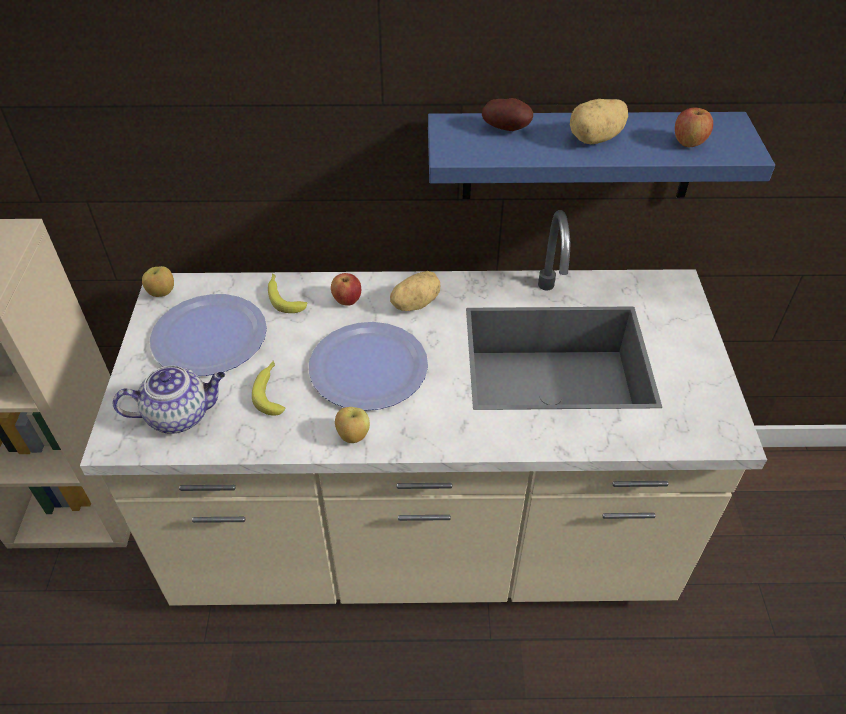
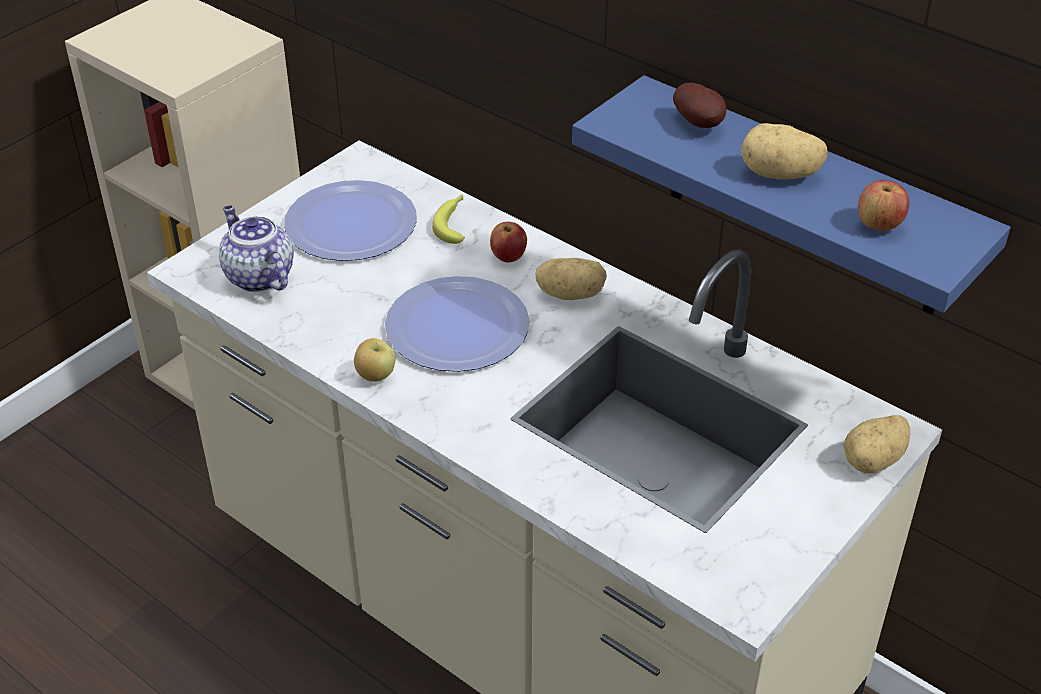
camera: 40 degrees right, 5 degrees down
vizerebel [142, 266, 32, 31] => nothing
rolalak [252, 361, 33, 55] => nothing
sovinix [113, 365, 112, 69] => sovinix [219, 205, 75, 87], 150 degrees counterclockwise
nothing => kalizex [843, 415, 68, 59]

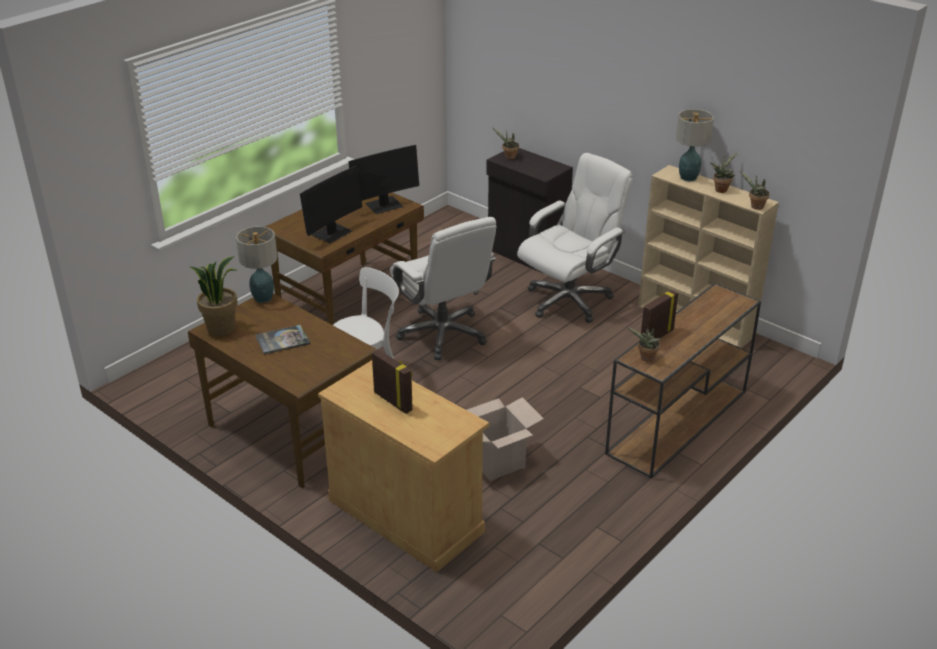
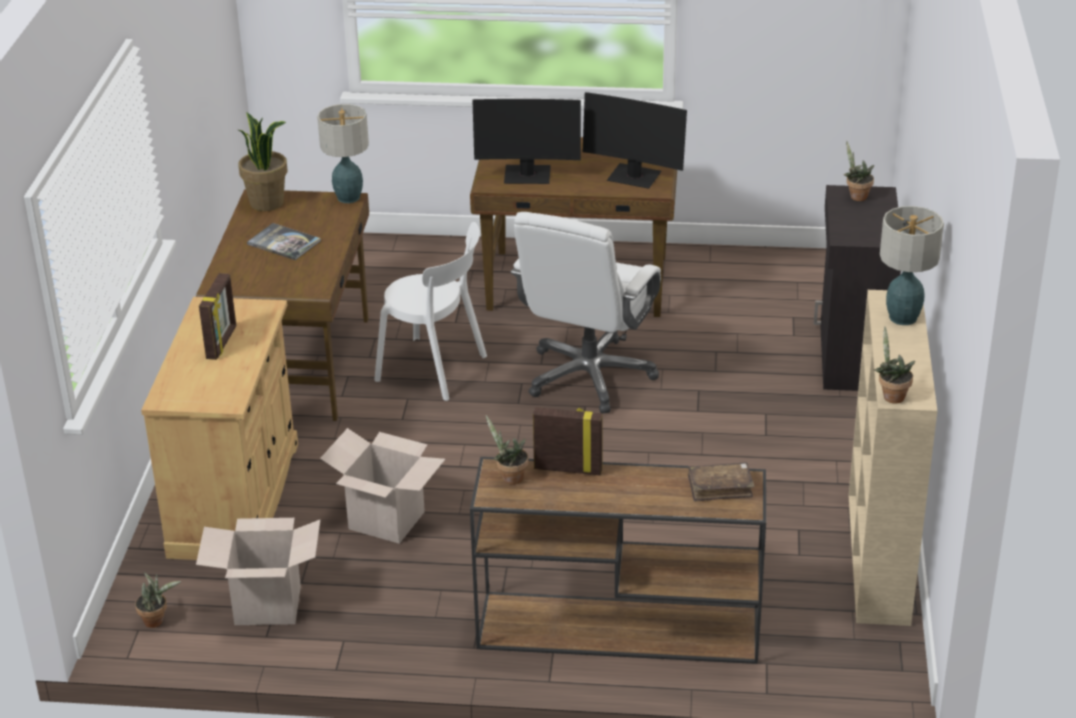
camera: 55 degrees right, 0 degrees up
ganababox [710, 152, 28, 41] => ganababox [135, 572, 46, 56], shifted
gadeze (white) [517, 153, 116, 170] => nothing
nothing => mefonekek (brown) [688, 462, 66, 40]
nothing => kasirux [196, 518, 124, 107]

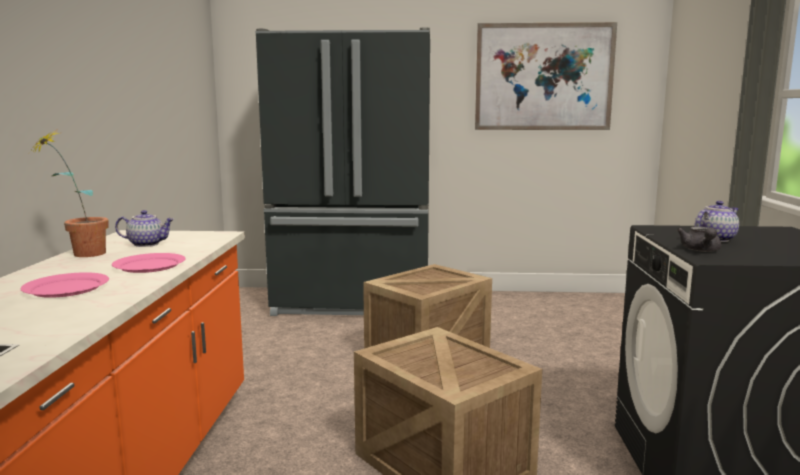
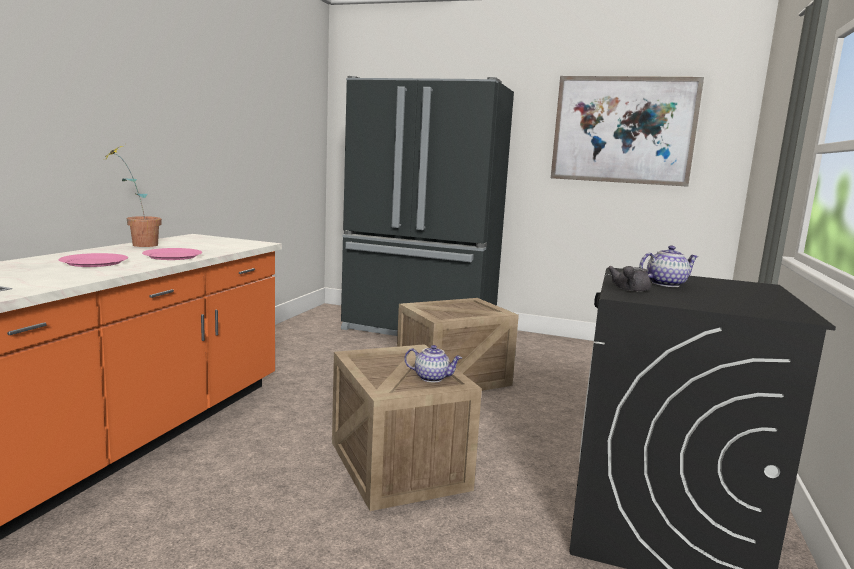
camera: 15 degrees right, 0 degrees up
sovinix [115, 210, 59, 37] => sovinix [405, 345, 57, 37], shifted

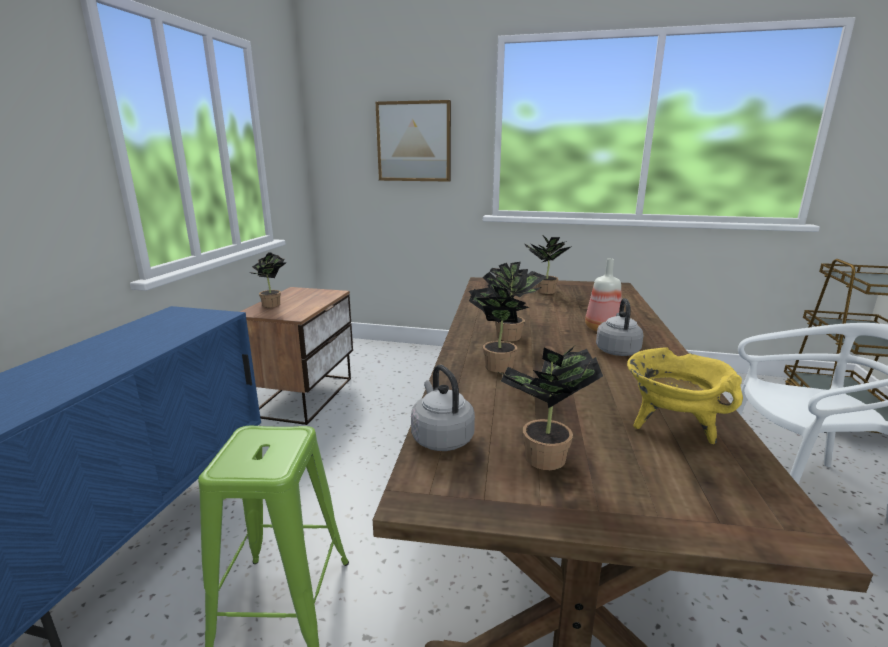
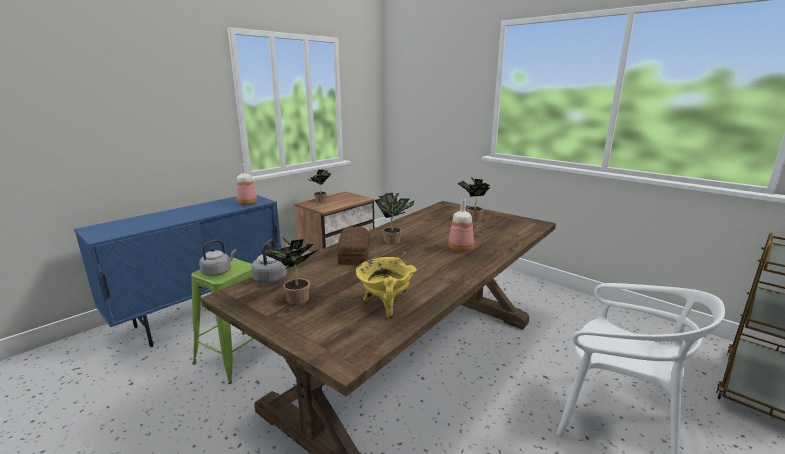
camera: 30 degrees right, 0 degrees up
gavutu [376, 100, 75, 82] => nothing
ganababox [469, 280, 61, 93] => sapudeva [337, 226, 33, 39]
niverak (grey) [596, 298, 47, 58] => niverak (grey) [199, 240, 37, 36], shifted
nothing => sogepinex [237, 164, 20, 41]

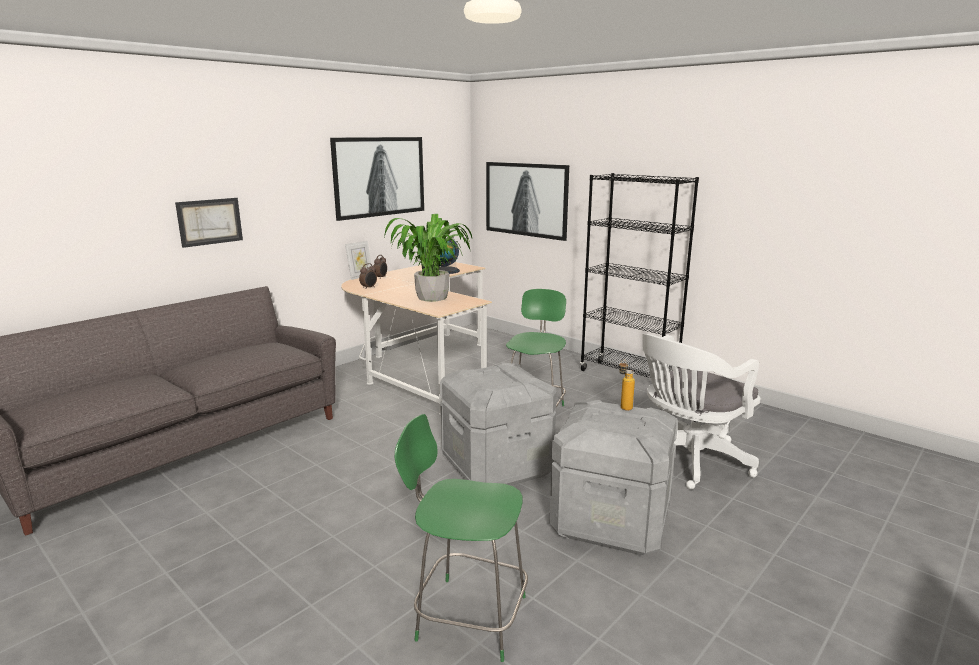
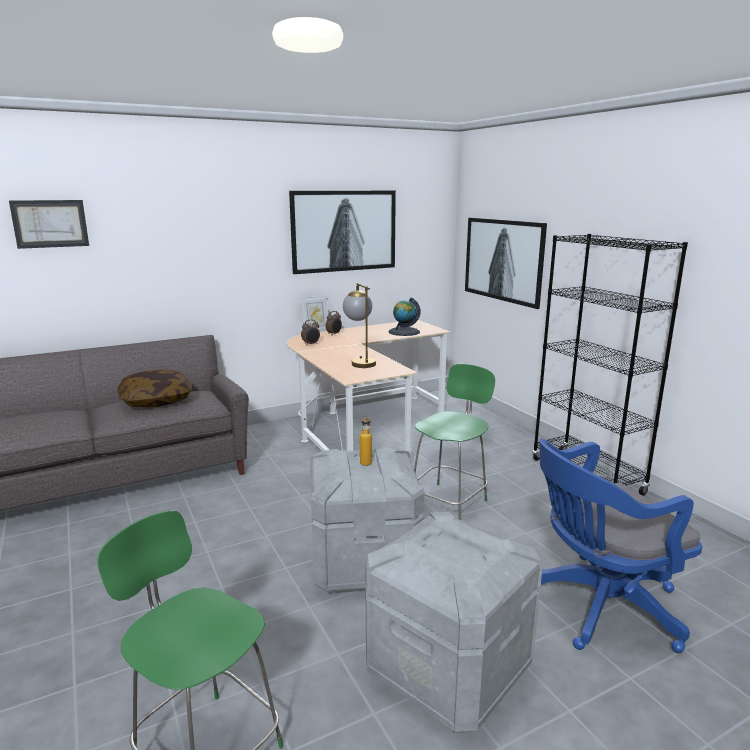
camera: 20 degrees right, 0 degrees up
gavutu [175, 198, 68, 50] => gavutu [9, 200, 80, 49], shifted
ganababox [384, 214, 88, 88] => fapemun [343, 283, 33, 85]
gadeze (white) [642, 334, 118, 156] => gadeze (blue) [539, 439, 163, 214]
sogepinex [619, 359, 16, 52] => sogepinex [360, 418, 12, 48], shifted
nothing => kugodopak [117, 369, 75, 38]

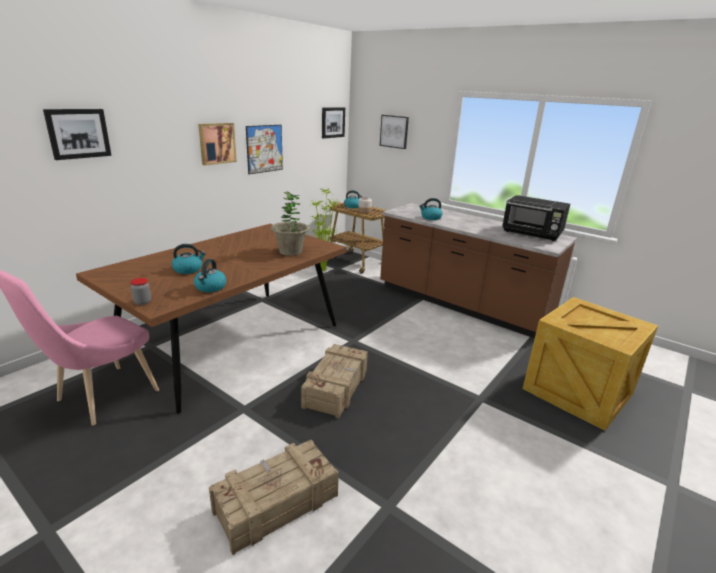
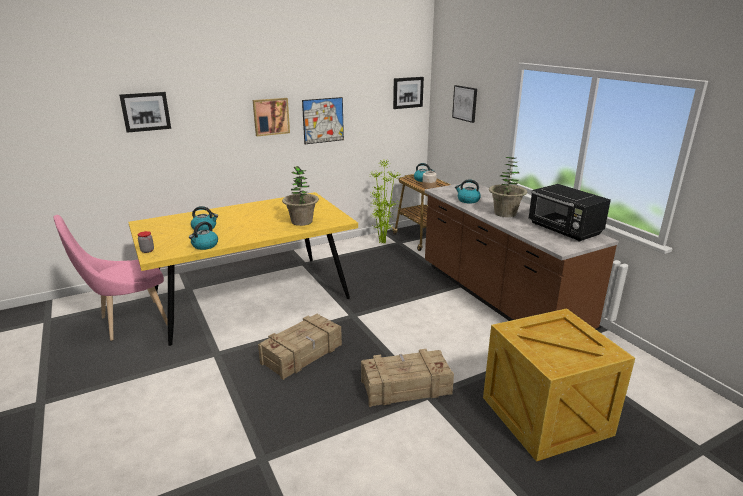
camera: 25 degrees right, 0 degrees up
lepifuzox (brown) [76, 224, 271, 189] => lepifuzox (yellow) [128, 192, 230, 154]
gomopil [209, 440, 130, 115] => gomopil [361, 349, 93, 58], shifted
nothing => ganababox [489, 157, 39, 60]

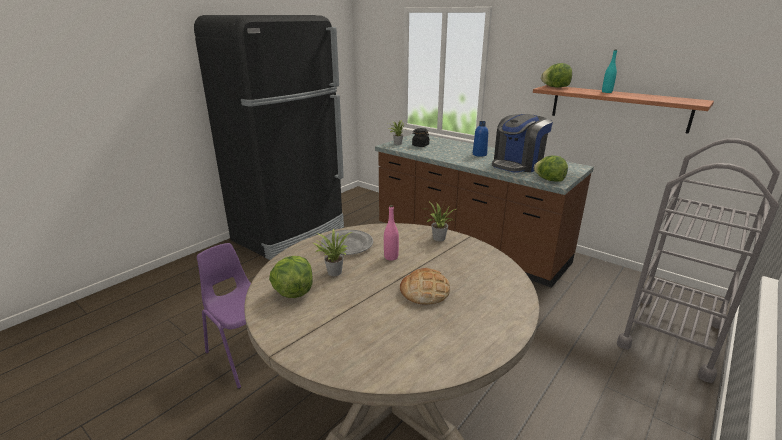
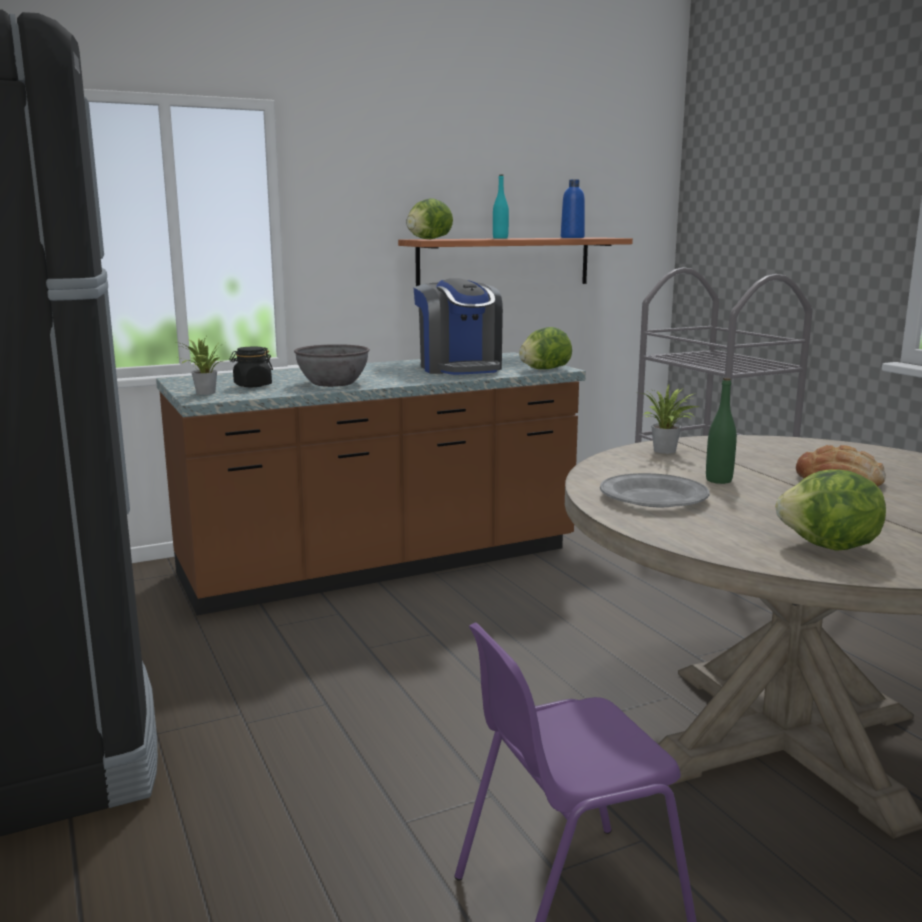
camera: 65 degrees left, 10 degrees down
sogepinex (blue) [473, 121, 15, 36] => sogepinex (blue) [561, 180, 24, 58], shifted
sogepinex (pink) [384, 205, 15, 55] => sogepinex (green) [706, 378, 31, 106]
ganababox [313, 228, 39, 48] => nothing
nothing => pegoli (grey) [294, 344, 76, 43]

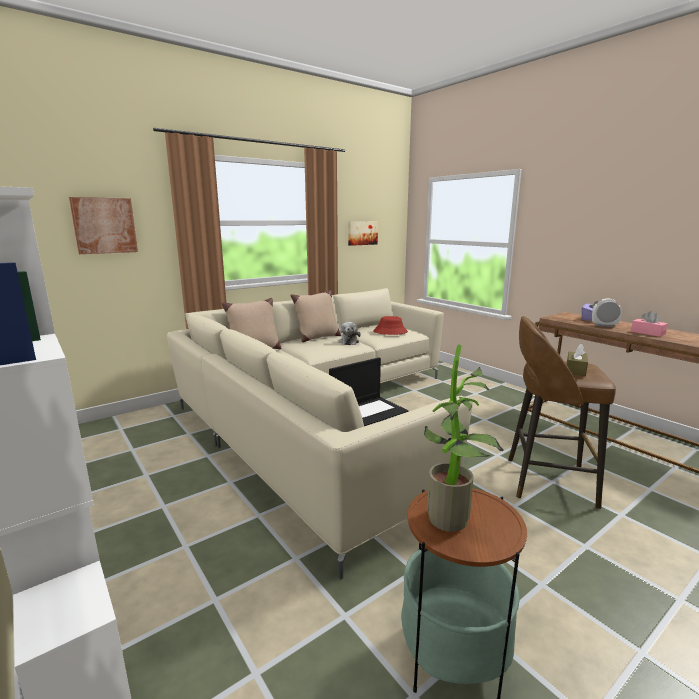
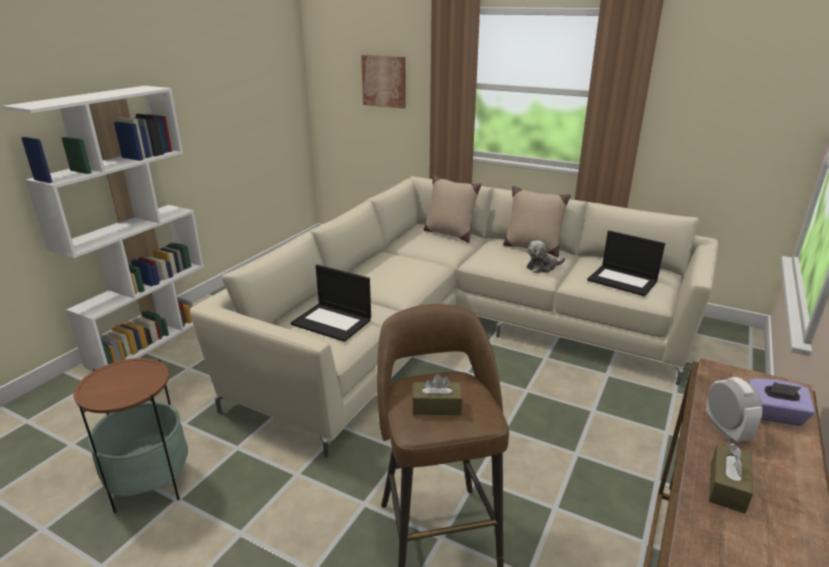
camera: 65 degrees right, 10 degrees up
gavutu [348, 221, 30, 25] => nothing
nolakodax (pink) [631, 311, 37, 26] => nolakodax (brown) [709, 443, 44, 70]
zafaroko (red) [373, 316, 35, 19] => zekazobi [587, 231, 78, 66]
ganababox [424, 344, 80, 188] => nothing

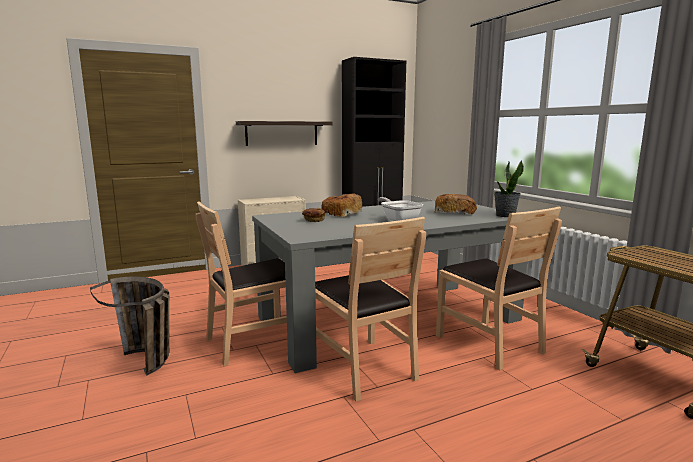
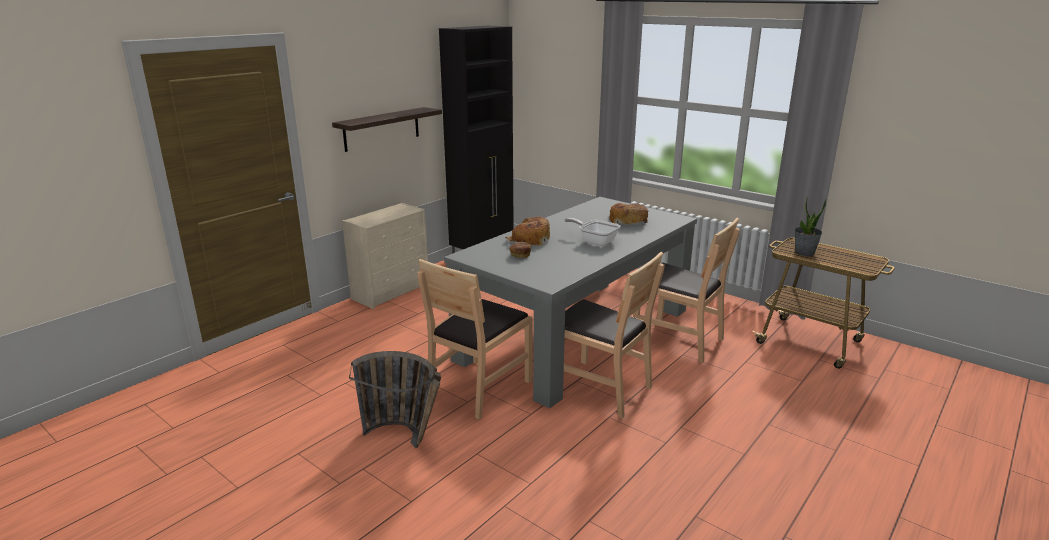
camera: 25 degrees left, 10 degrees up
ganababox [494, 160, 30, 57] => ganababox [795, 198, 31, 58], shifted

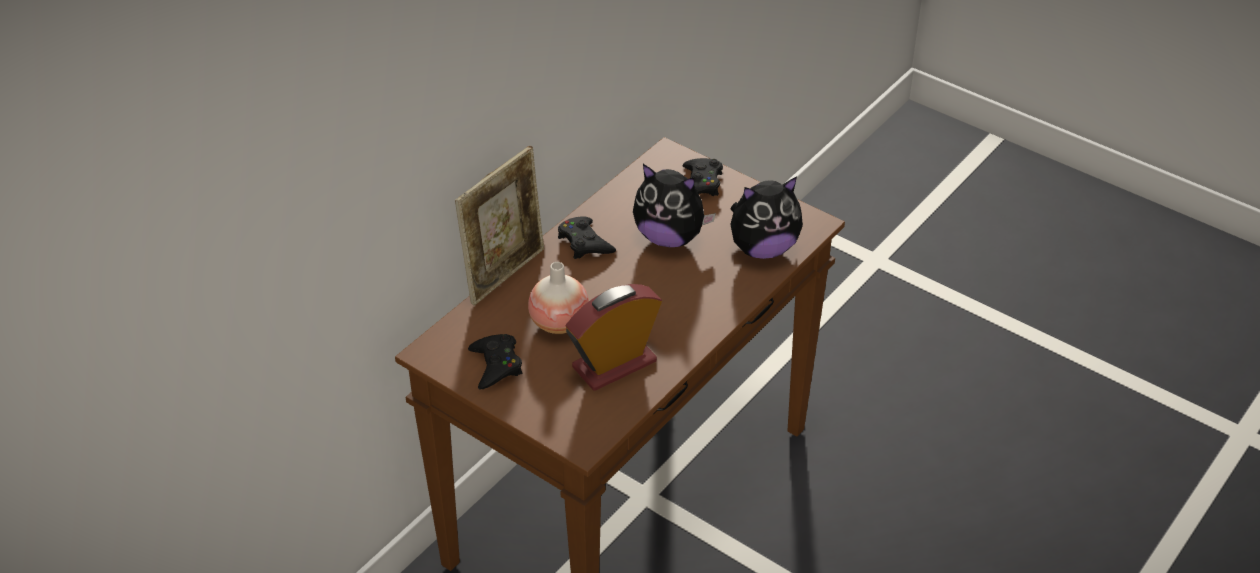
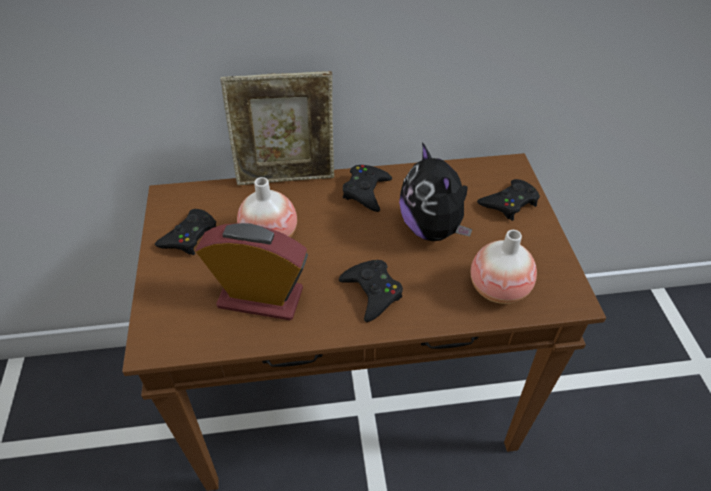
camera: 45 degrees right, 5 degrees up
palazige [730, 176, 73, 83] => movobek [471, 230, 66, 74]
nothing => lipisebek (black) [339, 260, 64, 62]

